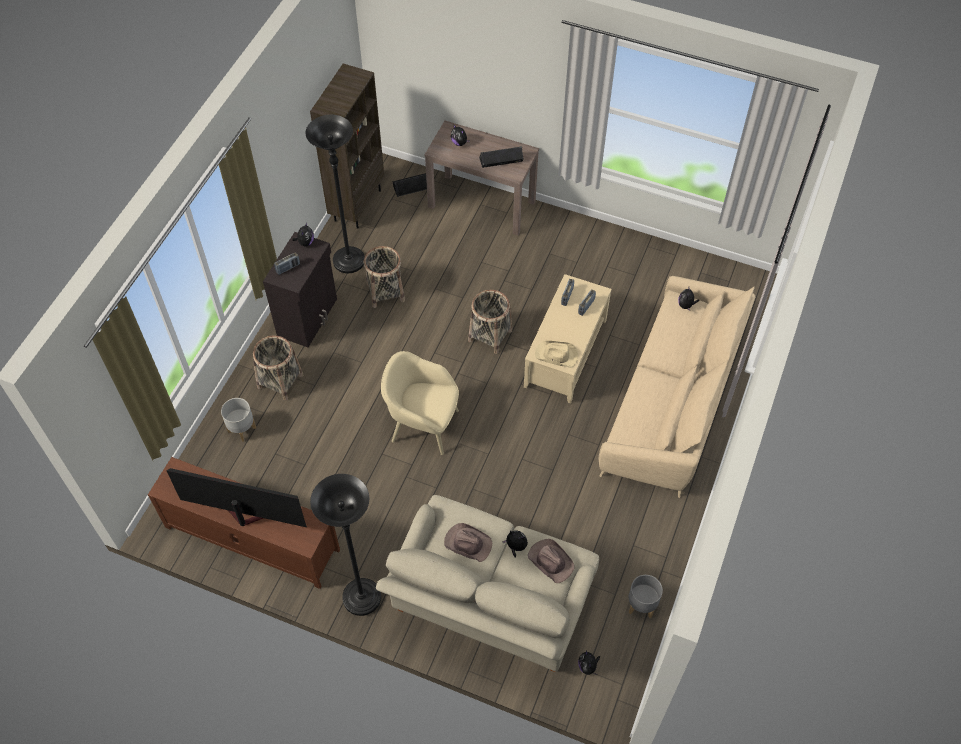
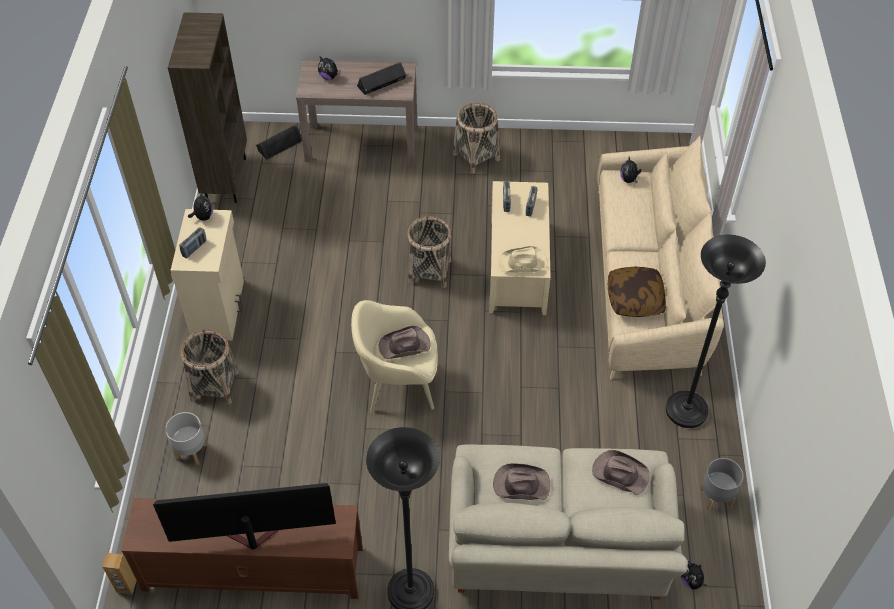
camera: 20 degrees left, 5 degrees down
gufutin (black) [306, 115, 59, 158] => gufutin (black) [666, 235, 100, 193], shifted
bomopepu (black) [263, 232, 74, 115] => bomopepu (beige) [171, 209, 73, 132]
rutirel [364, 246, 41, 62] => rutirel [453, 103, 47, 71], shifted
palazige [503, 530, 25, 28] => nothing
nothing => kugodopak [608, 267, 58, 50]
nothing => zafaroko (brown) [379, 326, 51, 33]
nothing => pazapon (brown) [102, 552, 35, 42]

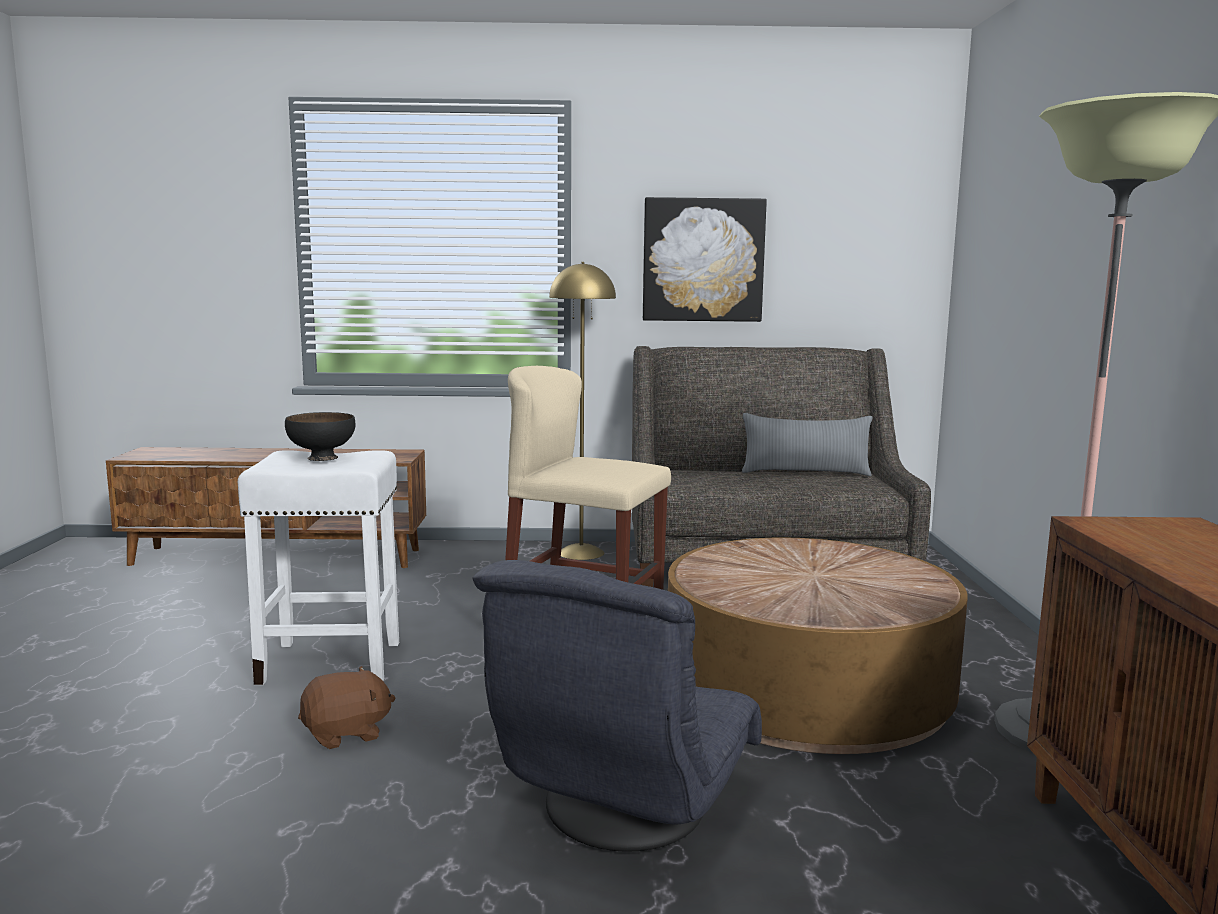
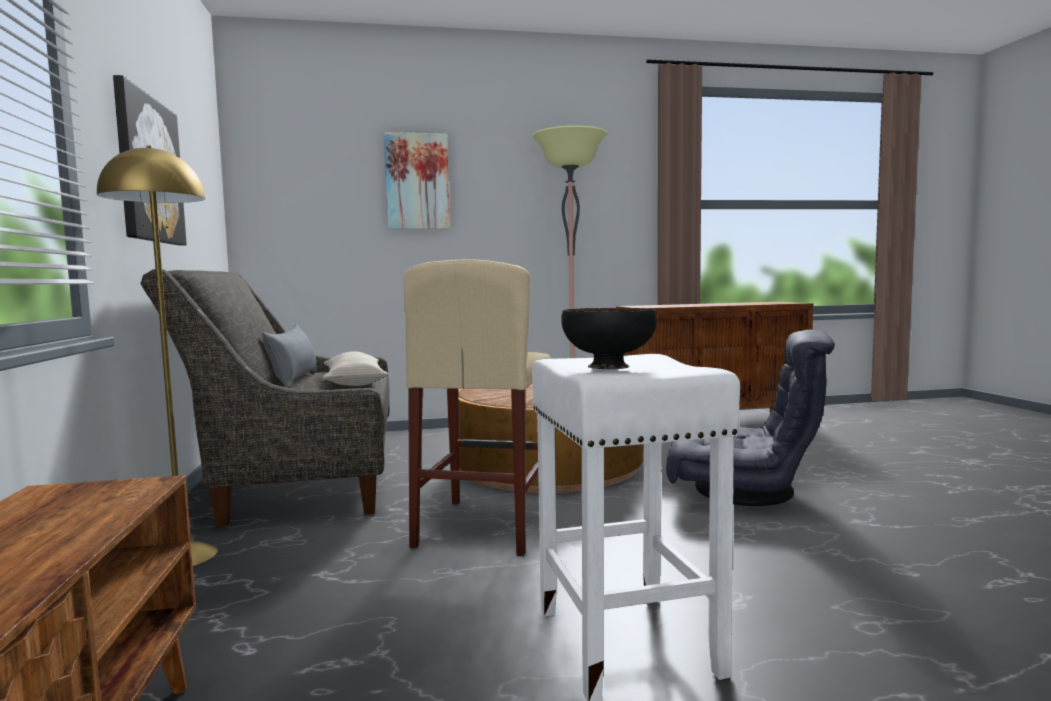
camera: 100 degrees left, 5 degrees down
palazige (brown) [298, 666, 97, 83] => nothing
nothing => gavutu [384, 132, 66, 98]
nothing => kugodopak (beige) [323, 351, 65, 35]

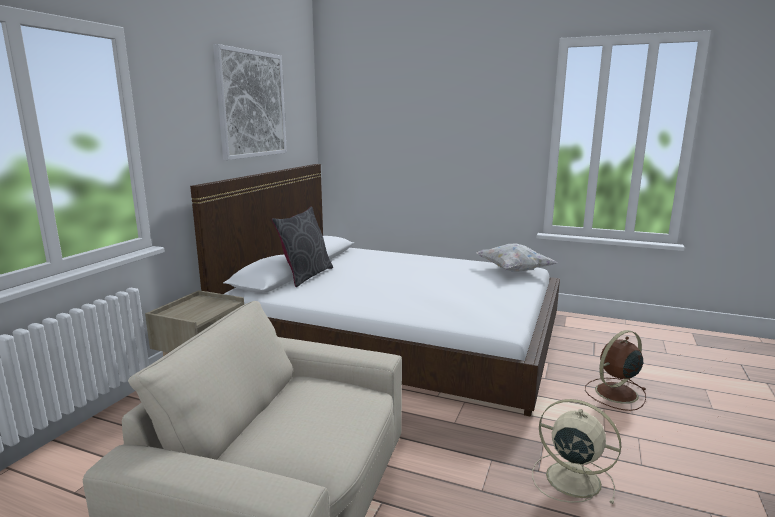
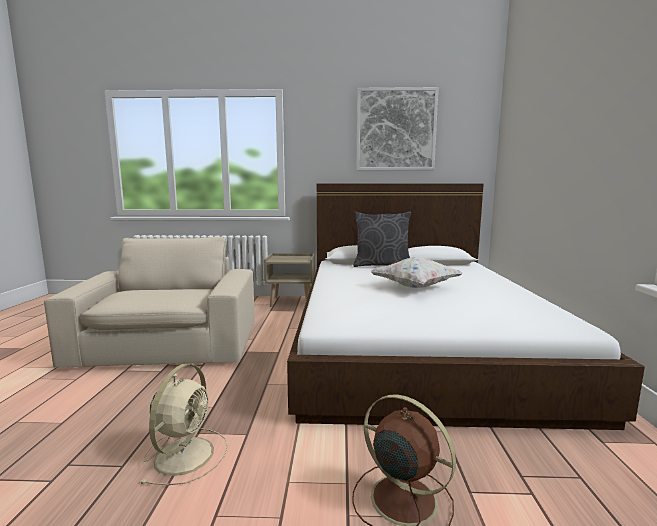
camera: 70 degrees right, 5 degrees down
kugodopak (white) [476, 244, 81, 28] => kugodopak (white) [370, 257, 93, 31], shifted

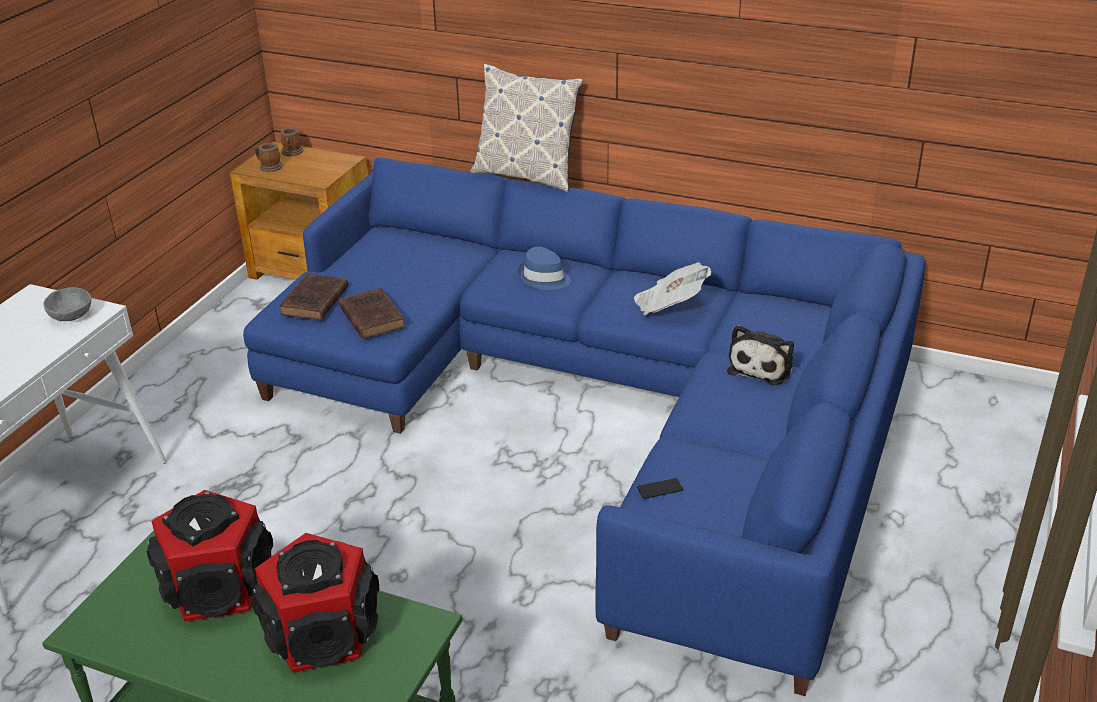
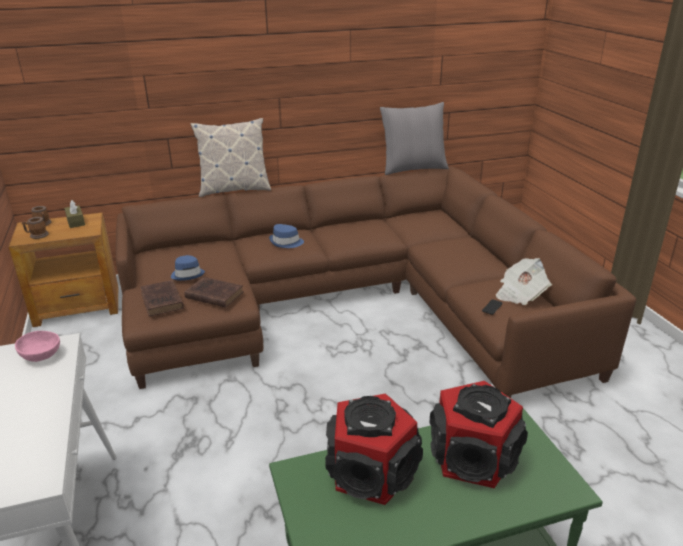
camera: 40 degrees left, 5 degrees down
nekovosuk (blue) [243, 158, 682, 538] => nekovosuk (brown) [116, 166, 520, 232]
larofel [634, 262, 77, 53] => larofel [496, 258, 56, 47], shifted
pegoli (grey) [43, 287, 48, 34] => pegoli (pink) [15, 331, 45, 31]
palazige [727, 325, 67, 60] => nothing
nothing => kugodopak (grey) [380, 102, 69, 73]
nothing => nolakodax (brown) [64, 200, 21, 28]
nothing => zafaroko (blue) [171, 255, 34, 26]

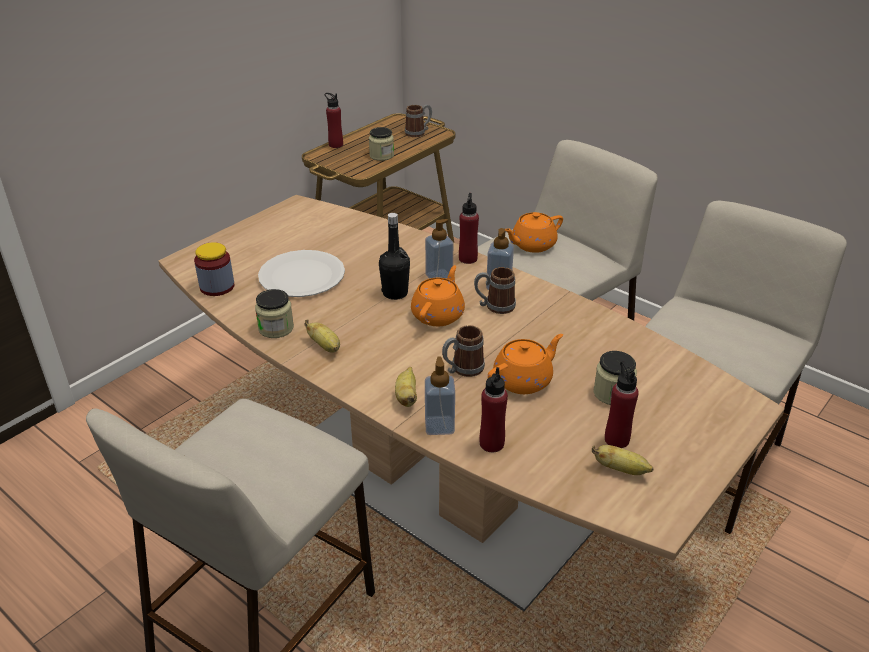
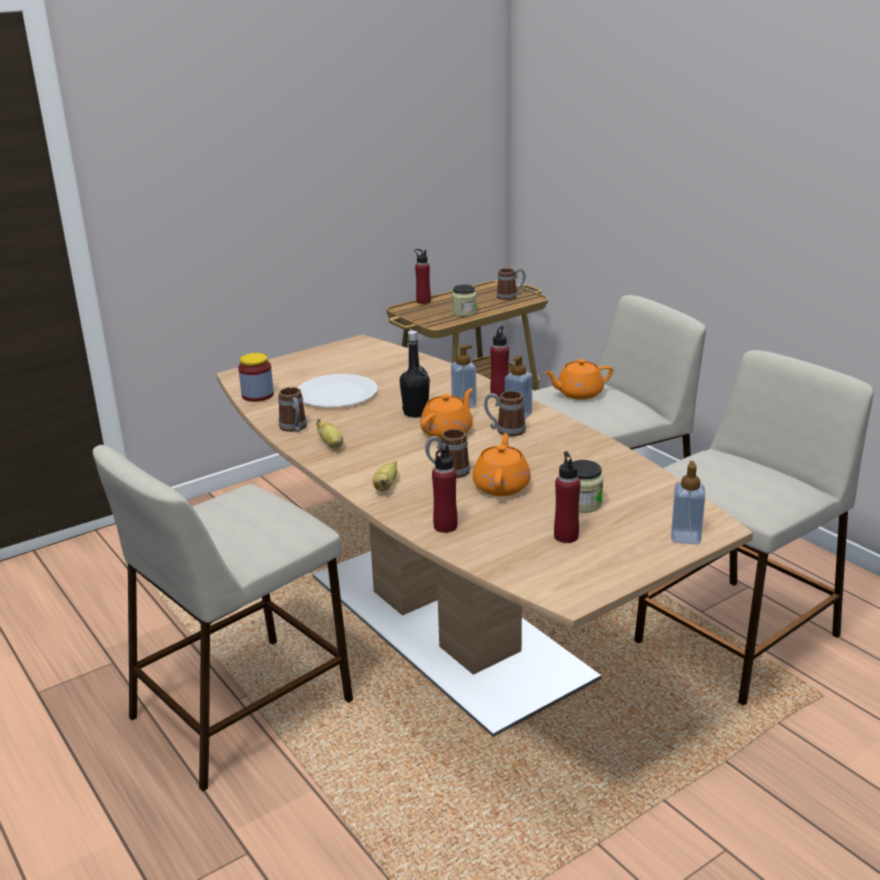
camera: 15 degrees right, 10 degrees down
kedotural [255, 289, 39, 49] => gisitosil [278, 387, 29, 45]
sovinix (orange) [488, 334, 75, 60] => sovinix (orange) [473, 433, 58, 63], 60 degrees counterclockwise
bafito [425, 356, 30, 79] => bafito [671, 461, 34, 84], shifted
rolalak [592, 445, 62, 30] => nothing

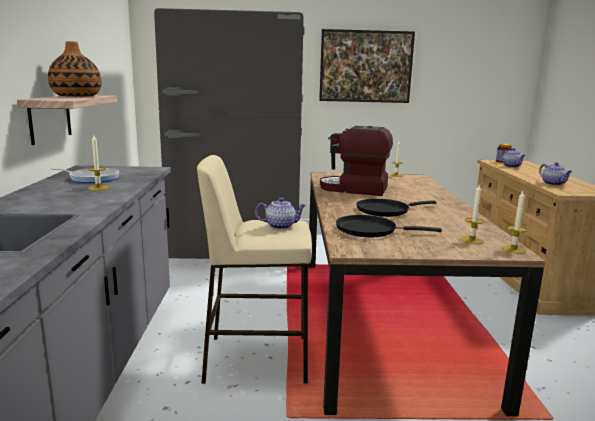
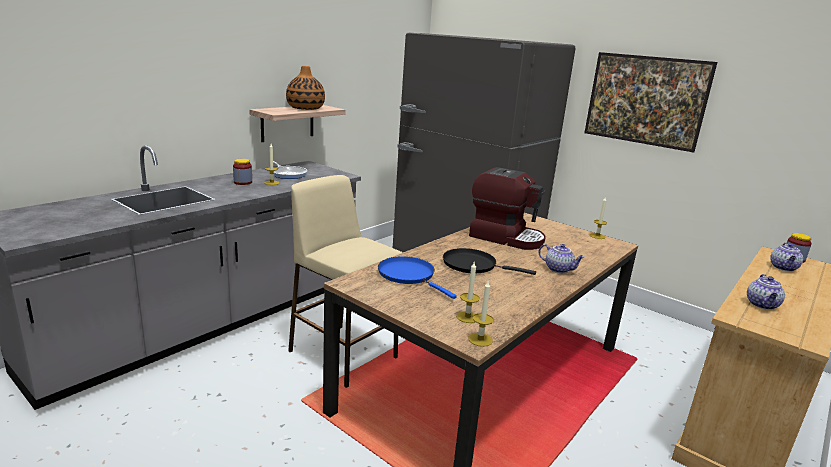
camera: 40 degrees right, 5 degrees up
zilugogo [320, 126, 73, 70] => zilugogo [469, 167, 77, 83], 150 degrees clockwise
sovinix [255, 197, 52, 33] => sovinix [538, 244, 47, 29], shifted
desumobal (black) [336, 215, 106, 22] => desumobal (blue) [378, 256, 79, 43]
nothing => kedotural [233, 159, 19, 26]

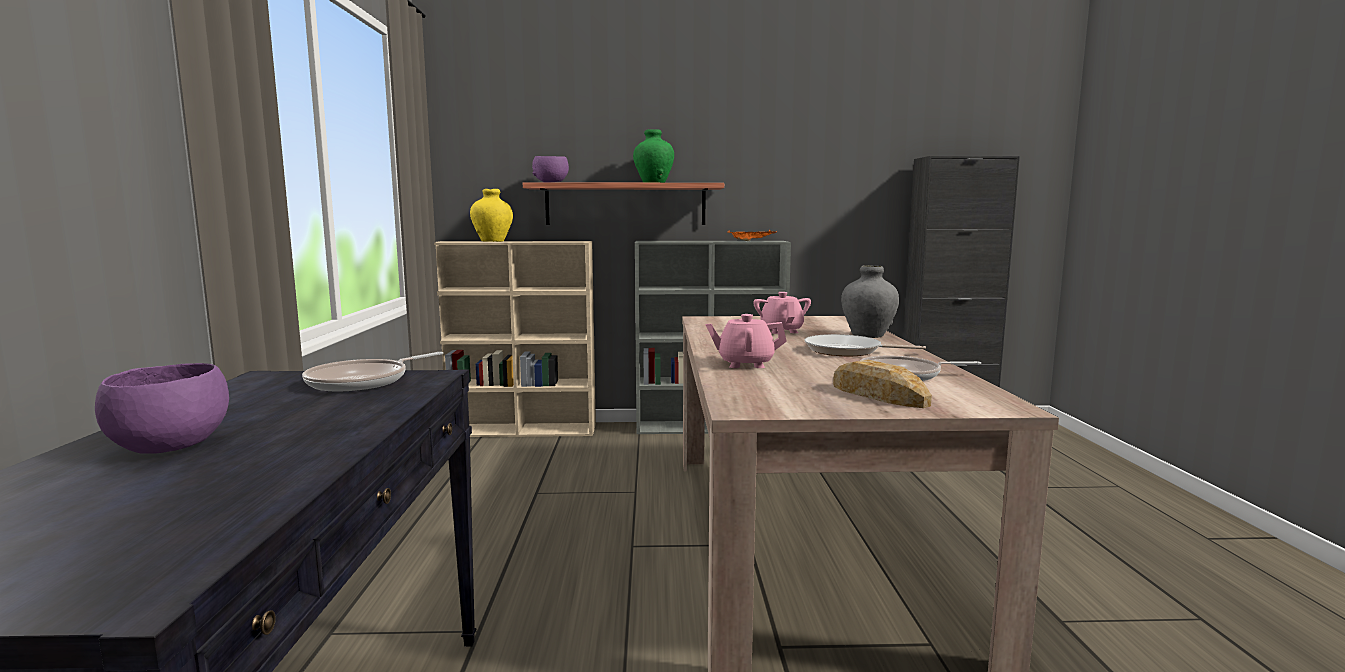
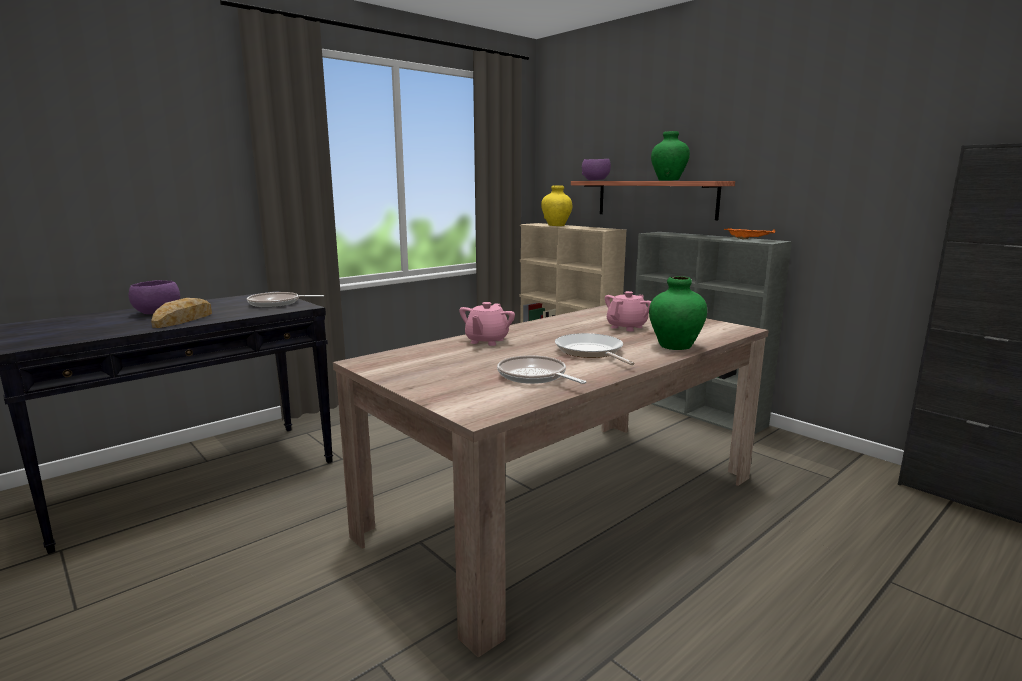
camera: 50 degrees right, 5 degrees up
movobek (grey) [841, 265, 58, 73] => movobek (green) [649, 276, 58, 74]
sovinix (pink) [706, 314, 81, 54] => sovinix (pink) [459, 302, 56, 44], 120 degrees counterclockwise
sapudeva [833, 359, 99, 49] => sapudeva [151, 298, 61, 30], shifted

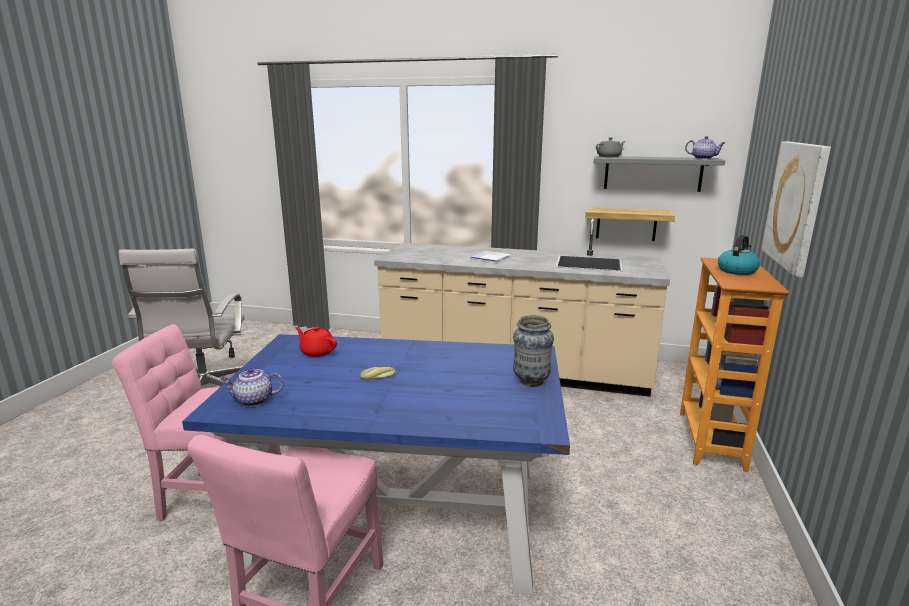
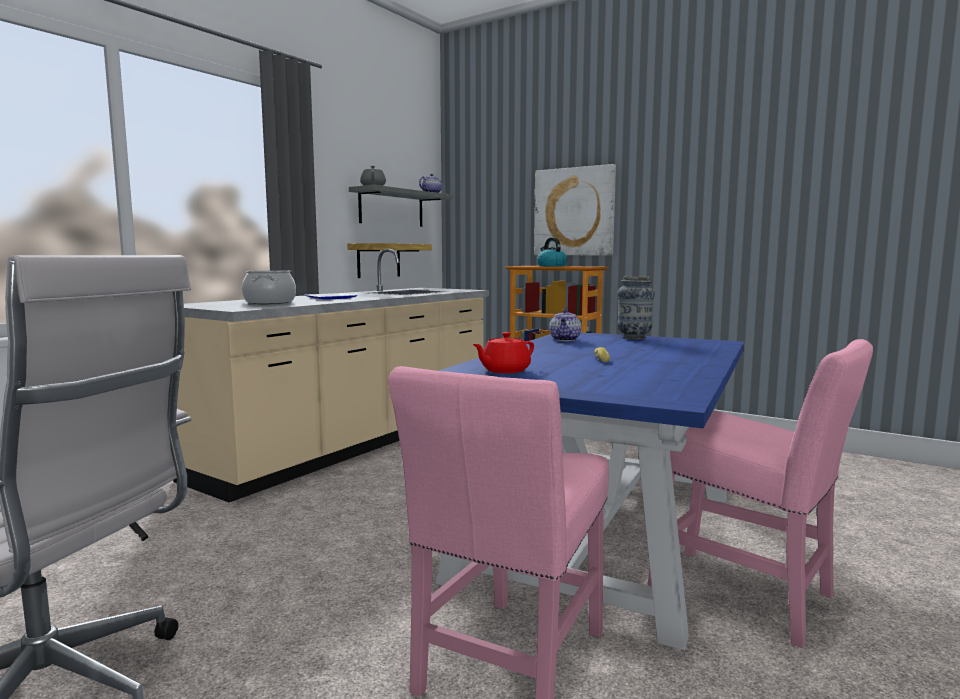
camera: 70 degrees left, 10 degrees down
sovinix [220, 368, 64, 38] => sovinix [549, 309, 32, 32], shifted
nothing => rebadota [242, 270, 54, 34]

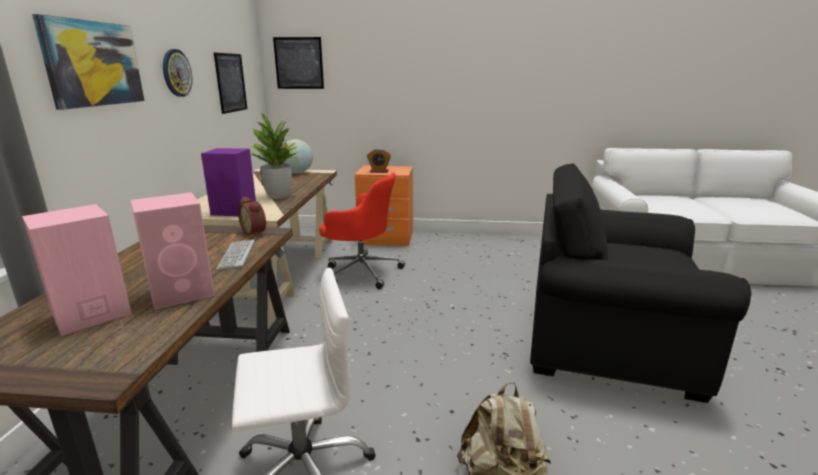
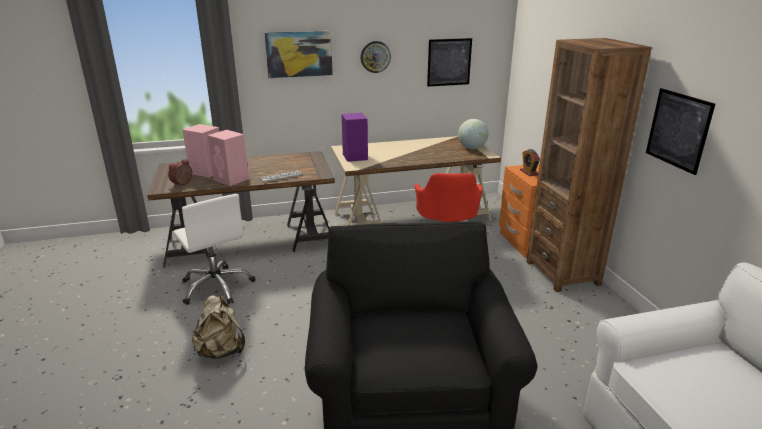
camera: 70 degrees right, 5 degrees up
gavutu [273, 37, 51, 52] => gavutu [646, 88, 69, 87], shifted
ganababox [250, 113, 48, 86] => nothing
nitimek [238, 197, 28, 40] => nitimek [168, 159, 25, 28], shifted
nothing => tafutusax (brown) [527, 38, 125, 254]

